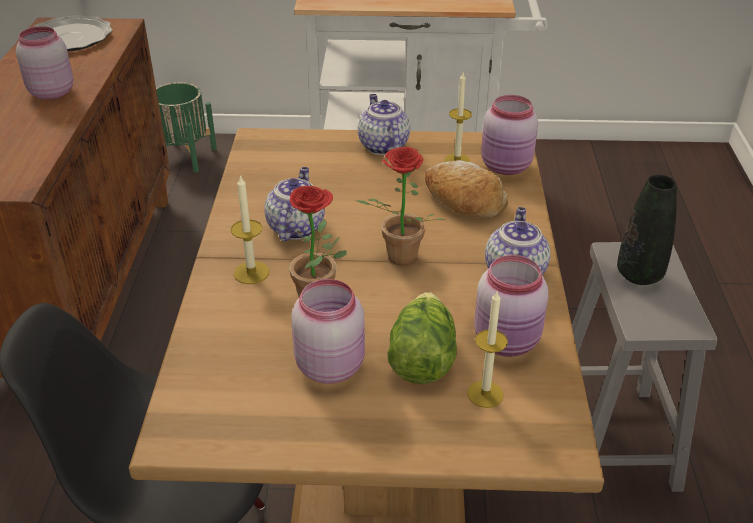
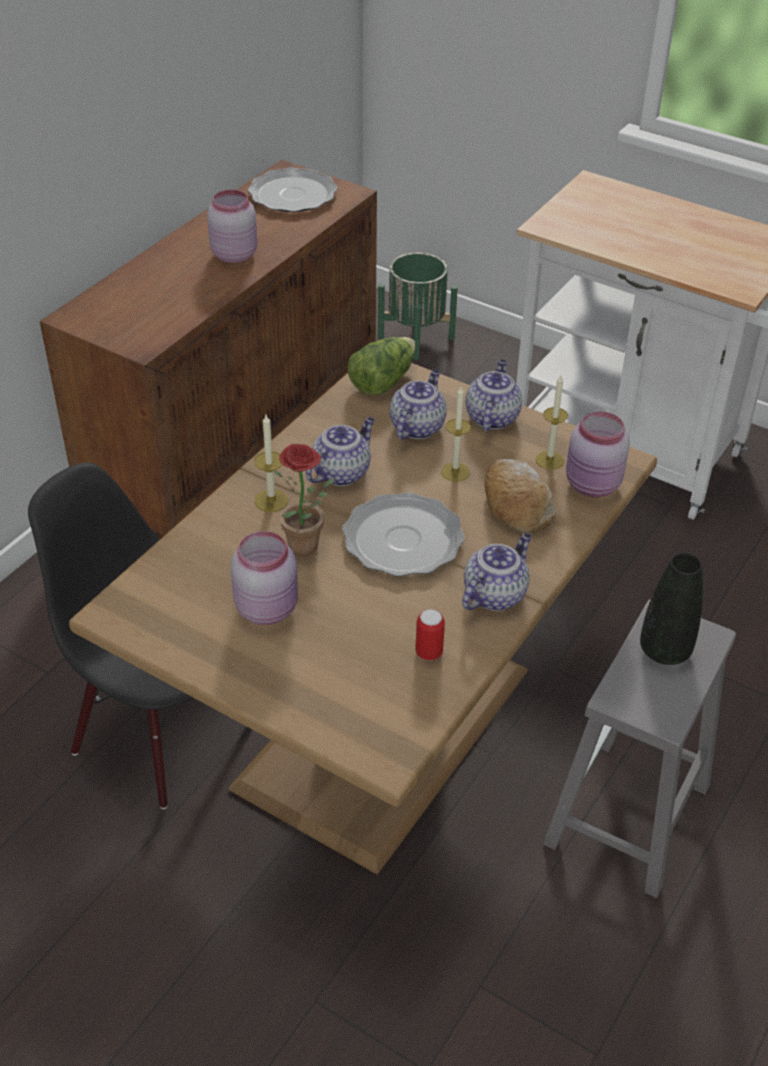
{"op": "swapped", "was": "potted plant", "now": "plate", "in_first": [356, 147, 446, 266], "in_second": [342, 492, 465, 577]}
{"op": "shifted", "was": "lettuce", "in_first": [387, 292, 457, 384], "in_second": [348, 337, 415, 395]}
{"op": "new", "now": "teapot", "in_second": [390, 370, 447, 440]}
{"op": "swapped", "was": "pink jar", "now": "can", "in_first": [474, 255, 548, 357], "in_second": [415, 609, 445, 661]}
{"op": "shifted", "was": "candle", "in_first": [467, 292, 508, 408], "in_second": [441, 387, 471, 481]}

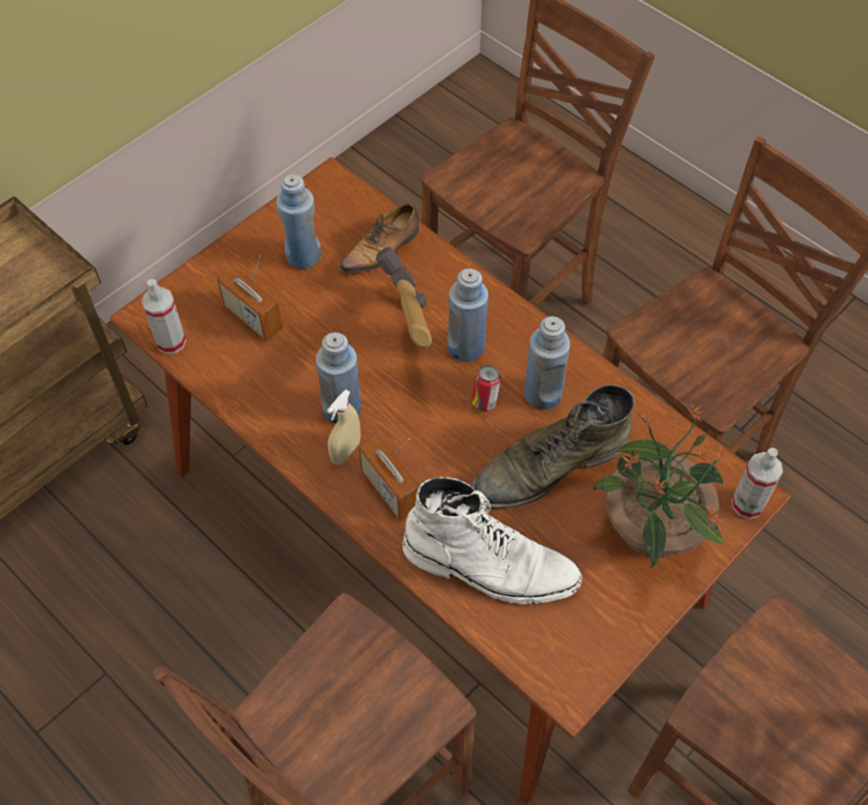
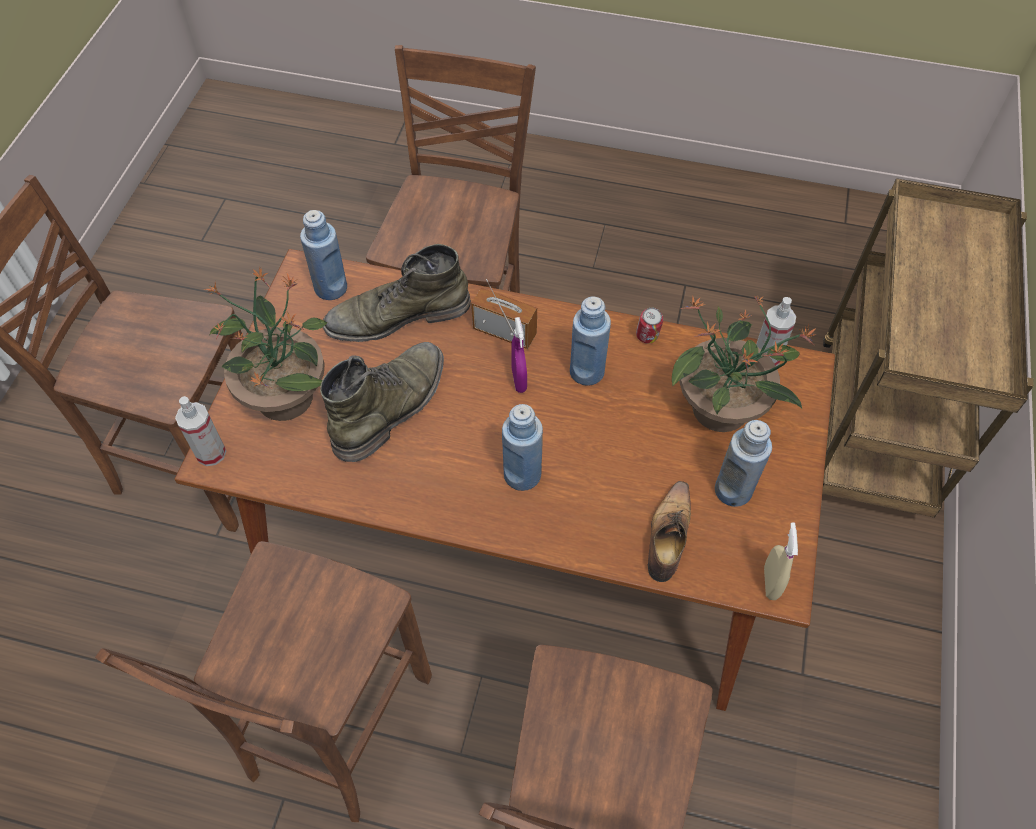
{"op": "shifted", "was": "blue bottle", "in_first": [524, 316, 570, 410], "in_second": [300, 210, 347, 300]}
{"op": "repainted", "was": "white boot", "now": "green boot", "in_first": [402, 477, 582, 604], "in_second": [323, 244, 471, 342]}
{"op": "new", "now": "purple spray bottle", "in_second": [511, 317, 527, 393]}
{"op": "shifted", "was": "can", "in_first": [471, 365, 501, 411], "in_second": [636, 308, 663, 344]}
{"op": "swapped", "was": "radio", "now": "potted plant", "in_first": [217, 255, 283, 341], "in_second": [672, 295, 817, 432]}
{"op": "shifted", "was": "beige spray bottle", "in_first": [327, 390, 361, 465], "in_second": [764, 522, 798, 600]}
{"op": "gone", "was": "hammer", "in_first": [376, 247, 432, 348]}

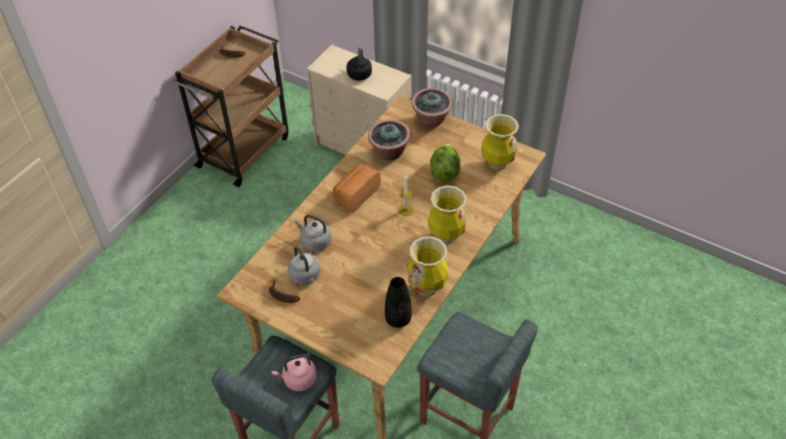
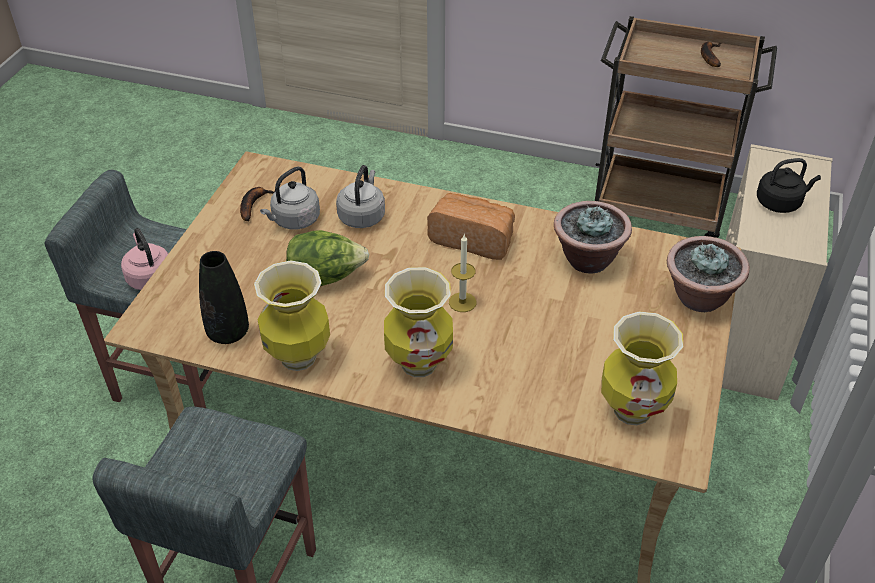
{"op": "shifted", "was": "lettuce", "in_first": [430, 143, 461, 182], "in_second": [286, 230, 369, 286]}

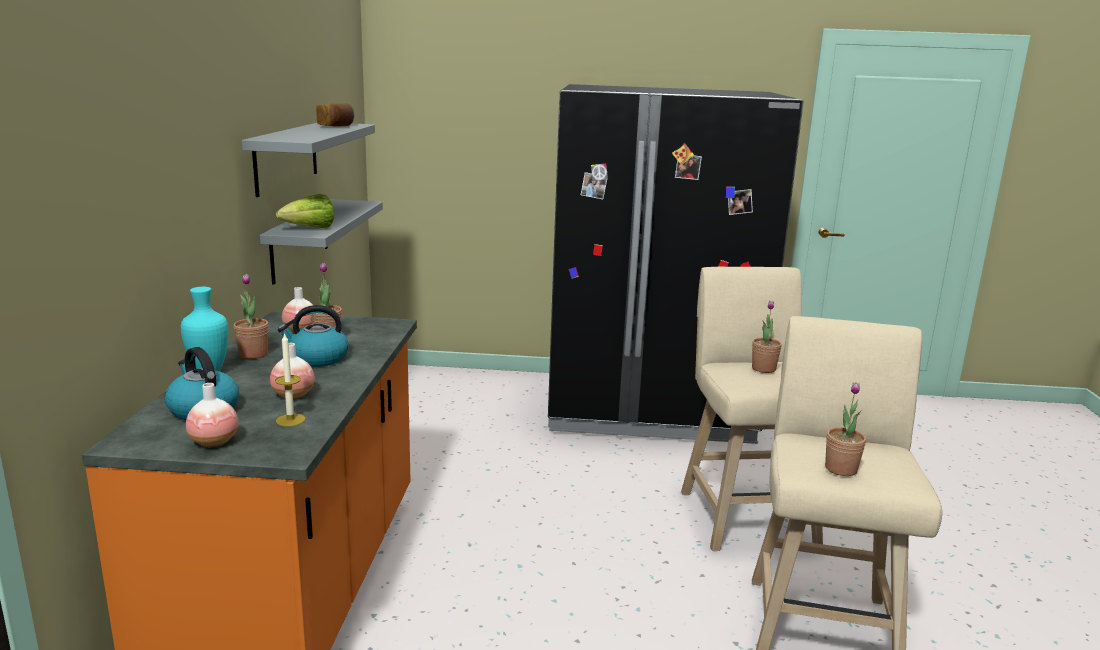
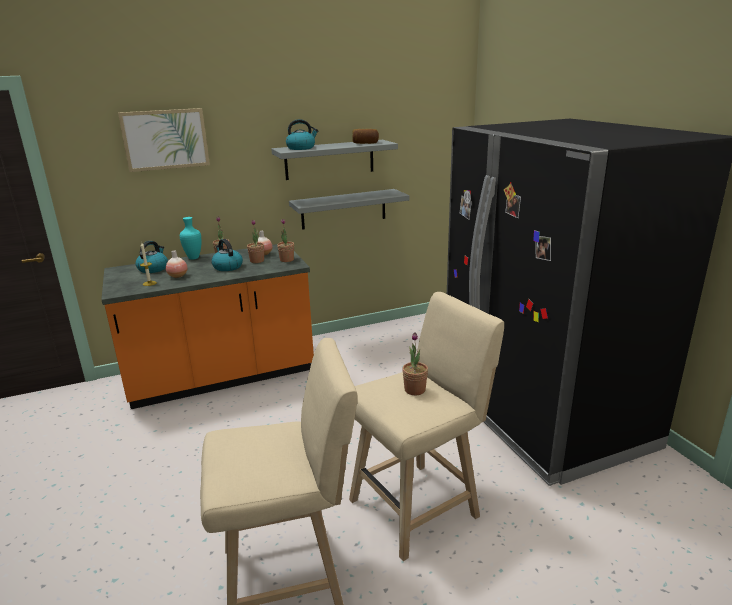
{"op": "new", "now": "picture", "in_second": [118, 108, 210, 172]}
{"op": "shifted", "was": "potted plant", "in_first": [825, 382, 866, 476], "in_second": [277, 219, 294, 262]}
{"op": "new", "now": "kettle", "in_second": [286, 119, 318, 150]}
{"op": "gone", "was": "vase", "in_first": [186, 383, 238, 447]}
{"op": "gone", "was": "lettuce", "in_first": [276, 194, 334, 228]}

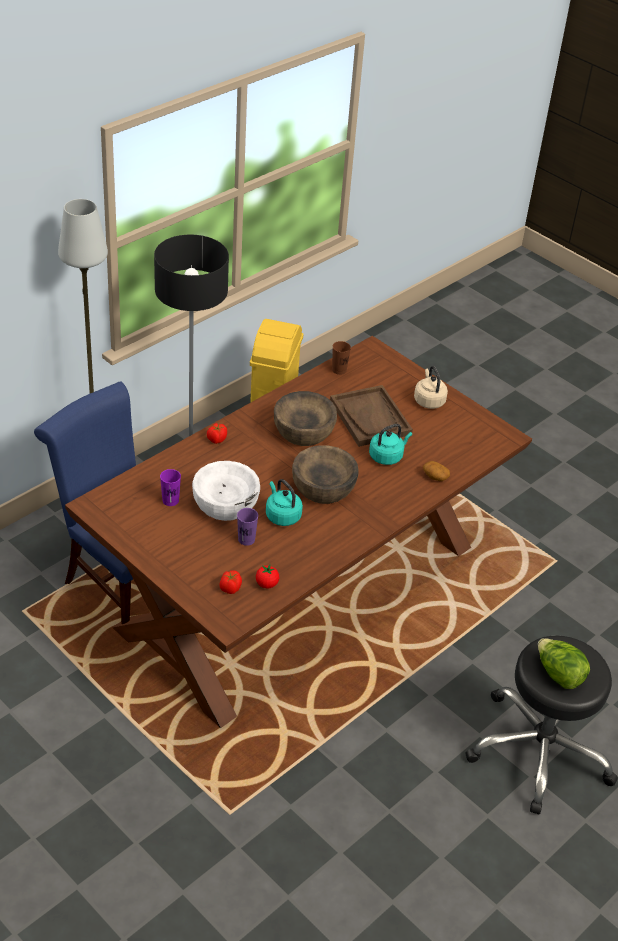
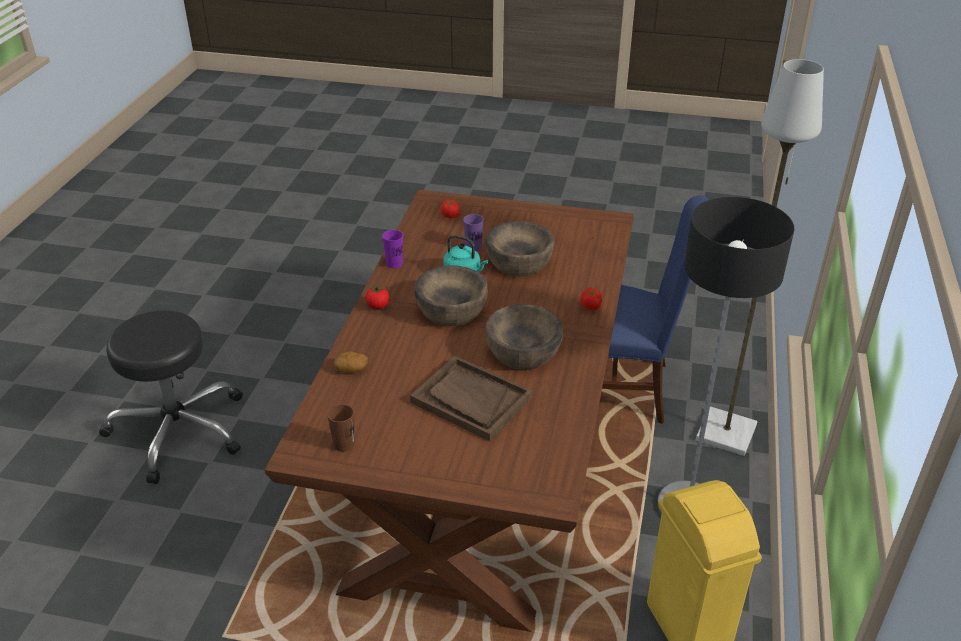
{"op": "shifted", "was": "brown cup", "in_first": [332, 341, 351, 375], "in_second": [327, 404, 355, 452]}
{"op": "shifted", "was": "tomato", "in_first": [256, 565, 279, 588], "in_second": [366, 285, 390, 309]}
{"op": "shifted", "was": "purple cup", "in_first": [160, 469, 181, 506], "in_second": [382, 230, 403, 268]}
{"op": "repainted", "was": "white bowl", "now": "brown bowl", "in_first": [192, 461, 260, 521], "in_second": [486, 221, 554, 277]}
{"op": "gone", "was": "turquoise kettle", "in_first": [369, 424, 412, 465]}
{"op": "gone", "was": "beige kettle", "in_first": [414, 366, 448, 409]}
{"op": "gone", "was": "lettuce", "in_first": [538, 638, 590, 689]}

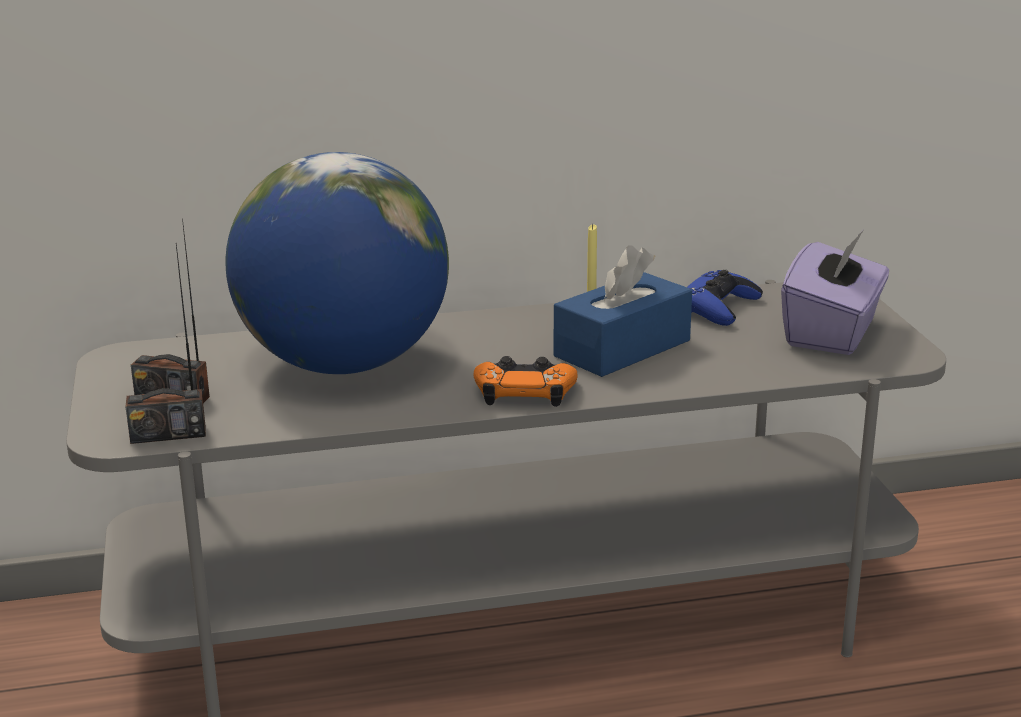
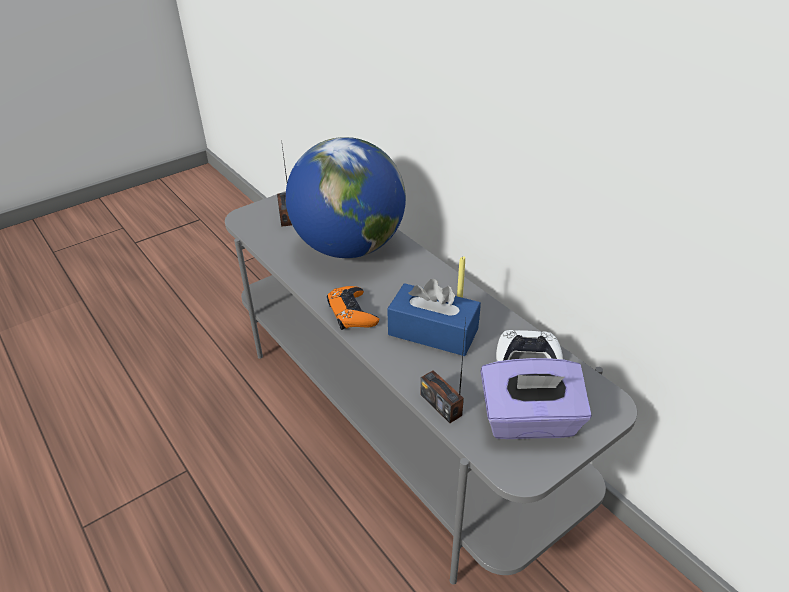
{"op": "shifted", "was": "radio", "in_first": [125, 244, 206, 444], "in_second": [420, 318, 466, 423]}
{"op": "repainted", "was": "blue game controller", "now": "white game controller", "in_first": [687, 270, 763, 326], "in_second": [496, 330, 563, 361]}

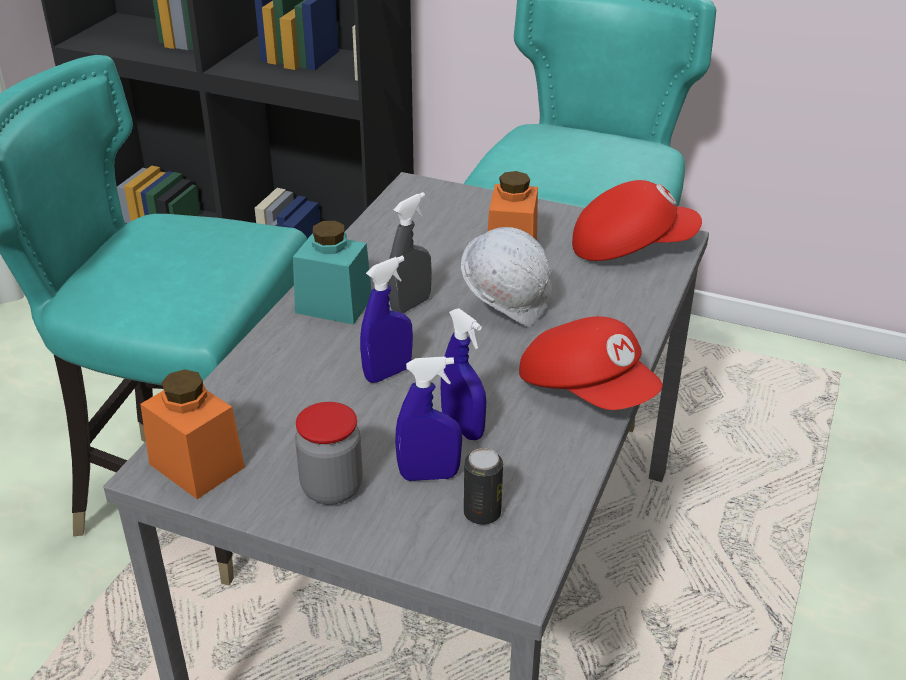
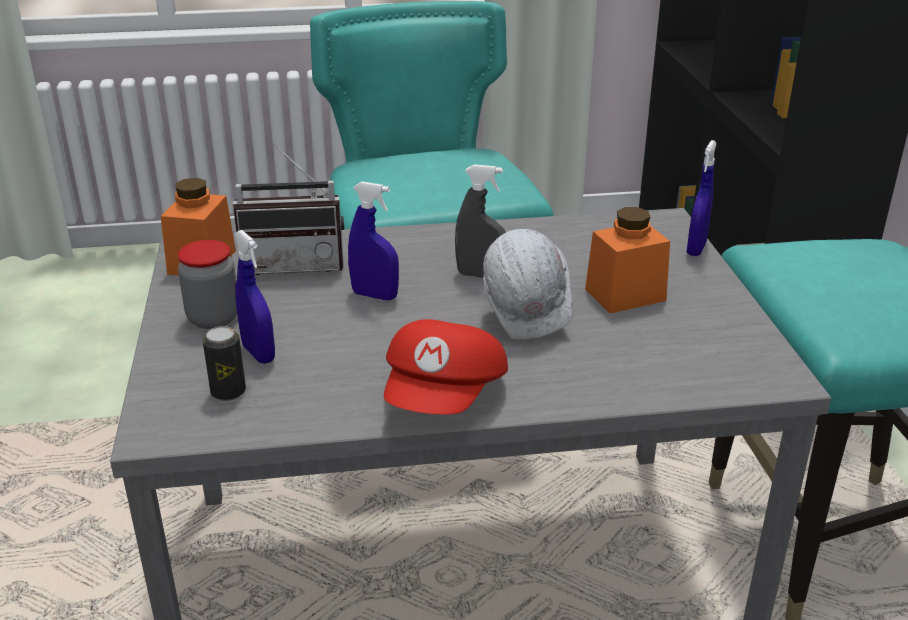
{"op": "new", "now": "radio", "in_second": [233, 144, 344, 275]}
{"op": "shifted", "was": "blue spray bottle", "in_first": [441, 308, 486, 440], "in_second": [687, 140, 717, 256]}
{"op": "gone", "was": "turquoise jar", "in_first": [293, 221, 372, 325]}
{"op": "gone", "was": "red cap", "in_first": [572, 180, 702, 261]}

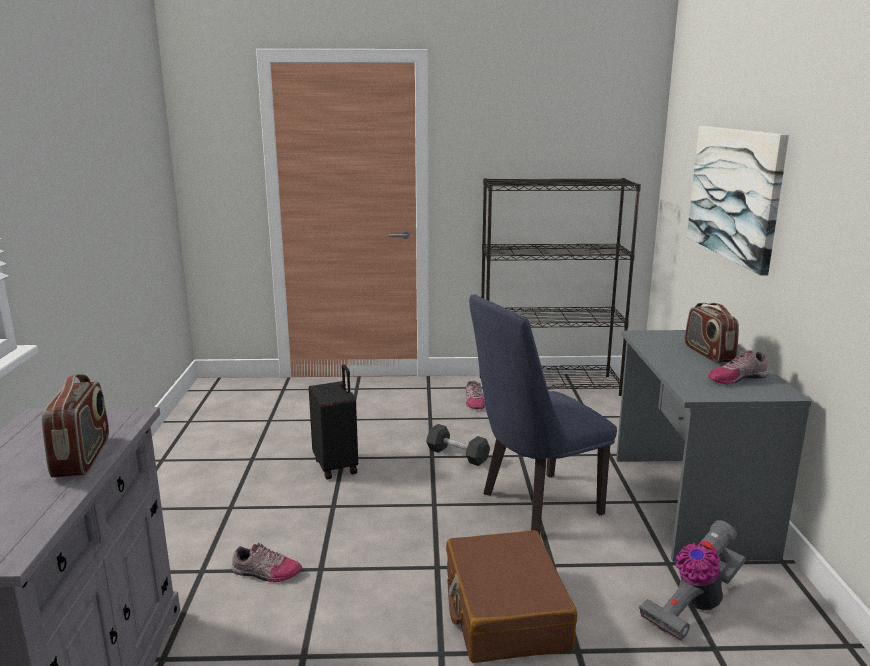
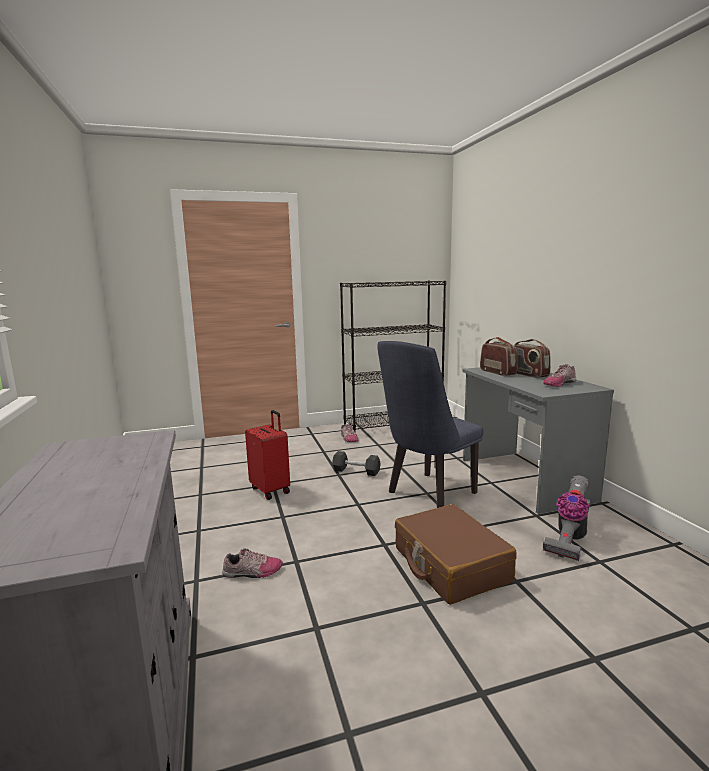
{"op": "repainted", "was": "black suitcase", "now": "red suitcase", "in_first": [309, 364, 358, 479], "in_second": [245, 410, 290, 500]}
{"op": "shifted", "was": "radio", "in_first": [42, 374, 109, 477], "in_second": [480, 337, 517, 376]}
{"op": "gone", "was": "picture", "in_first": [687, 126, 789, 276]}

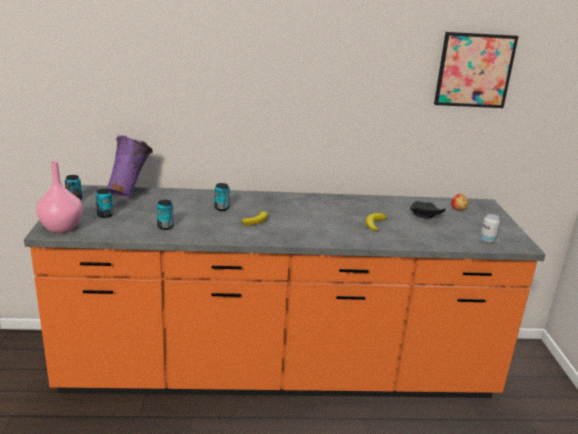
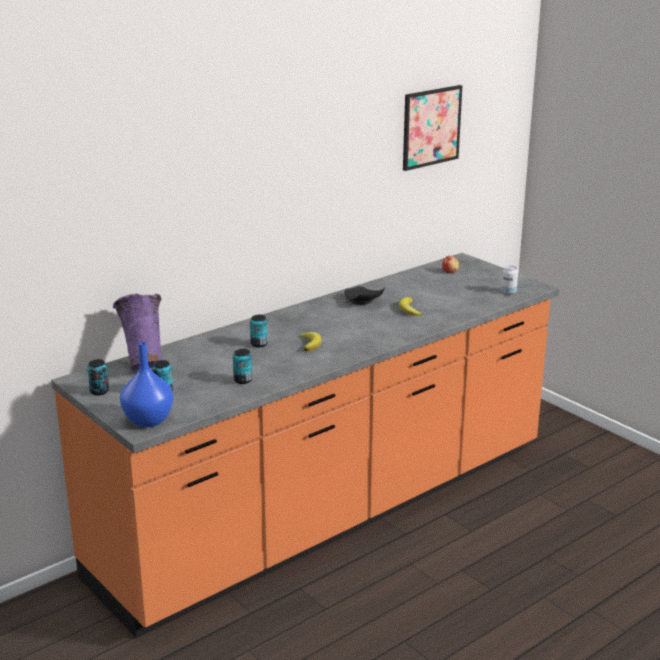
{"op": "repainted", "was": "pink vase", "now": "blue vase", "in_first": [36, 161, 83, 233], "in_second": [120, 342, 173, 427]}
{"op": "shifted", "was": "black plate", "in_first": [410, 201, 446, 218], "in_second": [345, 286, 385, 305]}

